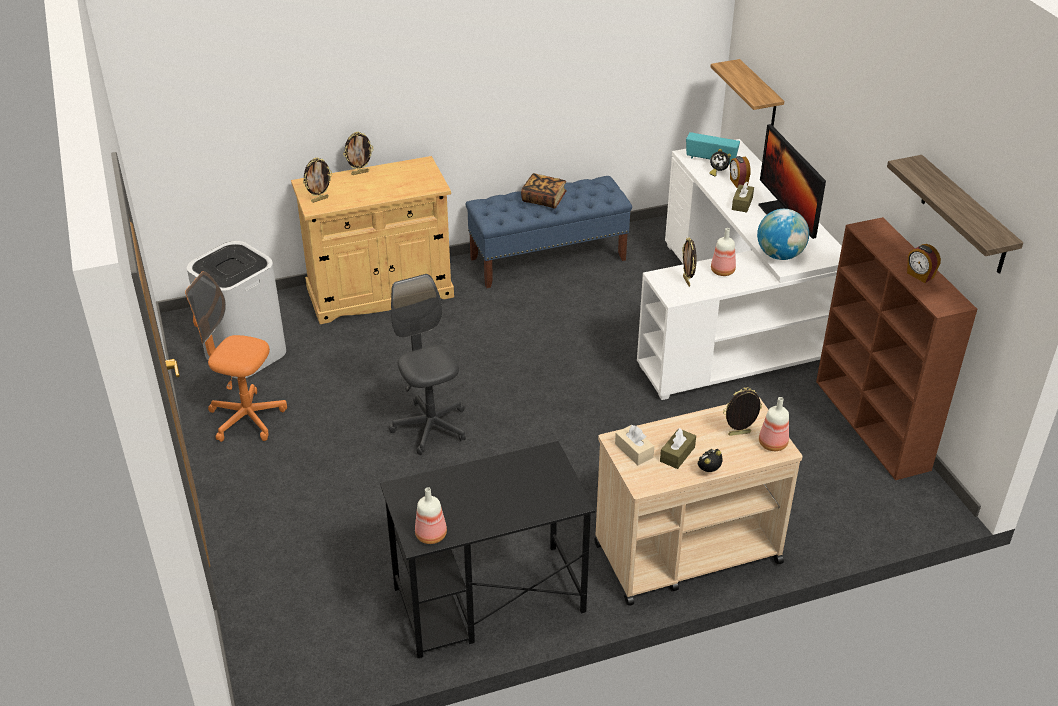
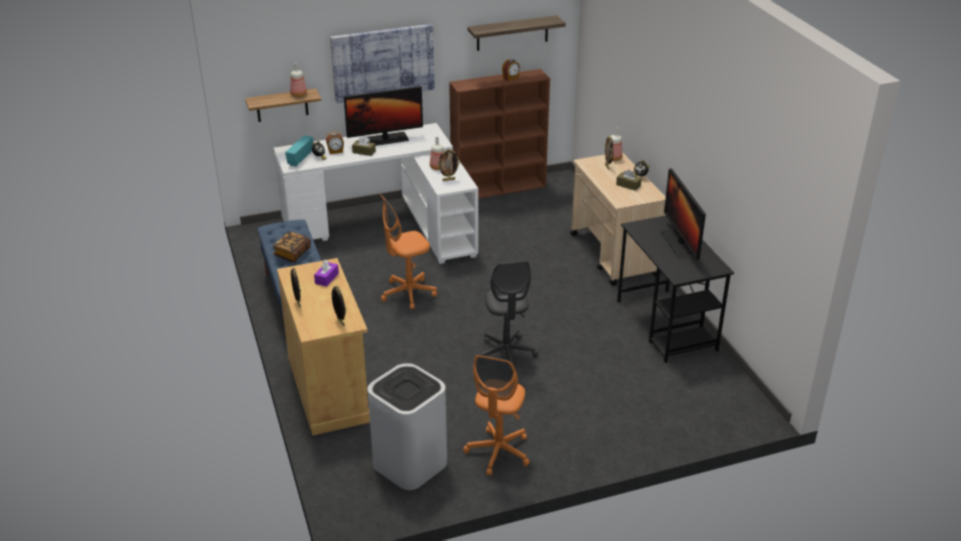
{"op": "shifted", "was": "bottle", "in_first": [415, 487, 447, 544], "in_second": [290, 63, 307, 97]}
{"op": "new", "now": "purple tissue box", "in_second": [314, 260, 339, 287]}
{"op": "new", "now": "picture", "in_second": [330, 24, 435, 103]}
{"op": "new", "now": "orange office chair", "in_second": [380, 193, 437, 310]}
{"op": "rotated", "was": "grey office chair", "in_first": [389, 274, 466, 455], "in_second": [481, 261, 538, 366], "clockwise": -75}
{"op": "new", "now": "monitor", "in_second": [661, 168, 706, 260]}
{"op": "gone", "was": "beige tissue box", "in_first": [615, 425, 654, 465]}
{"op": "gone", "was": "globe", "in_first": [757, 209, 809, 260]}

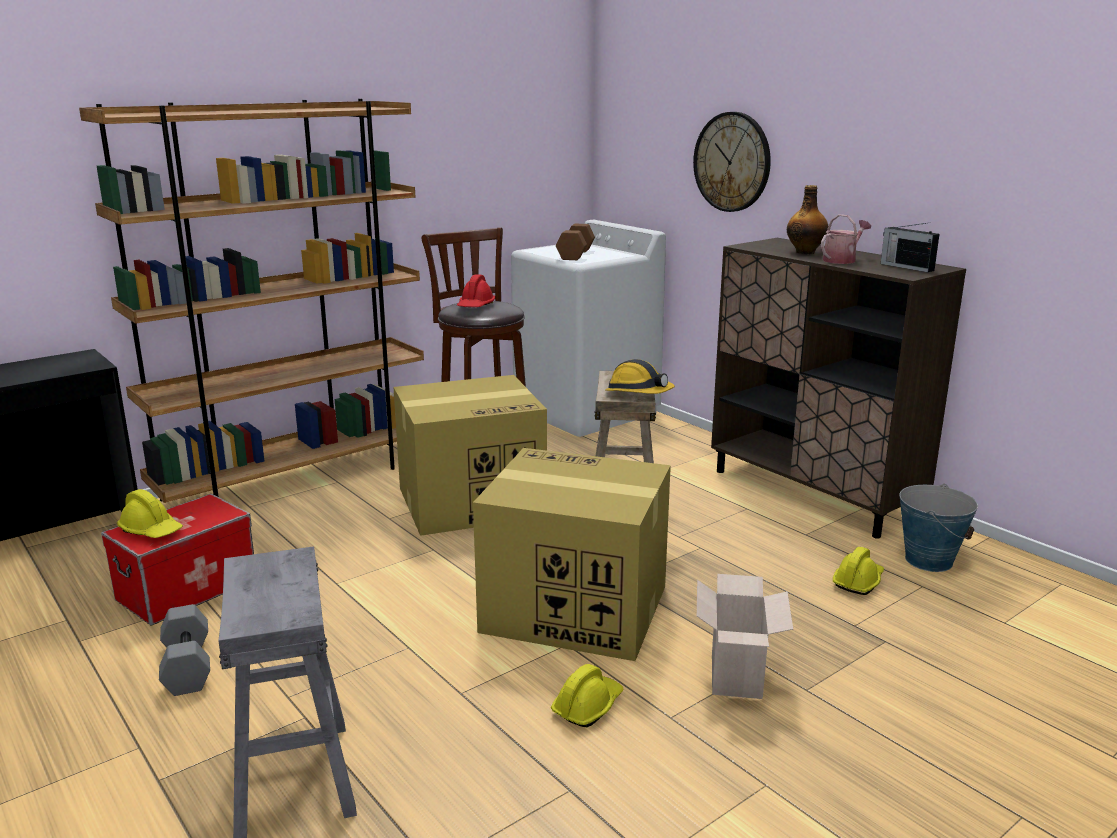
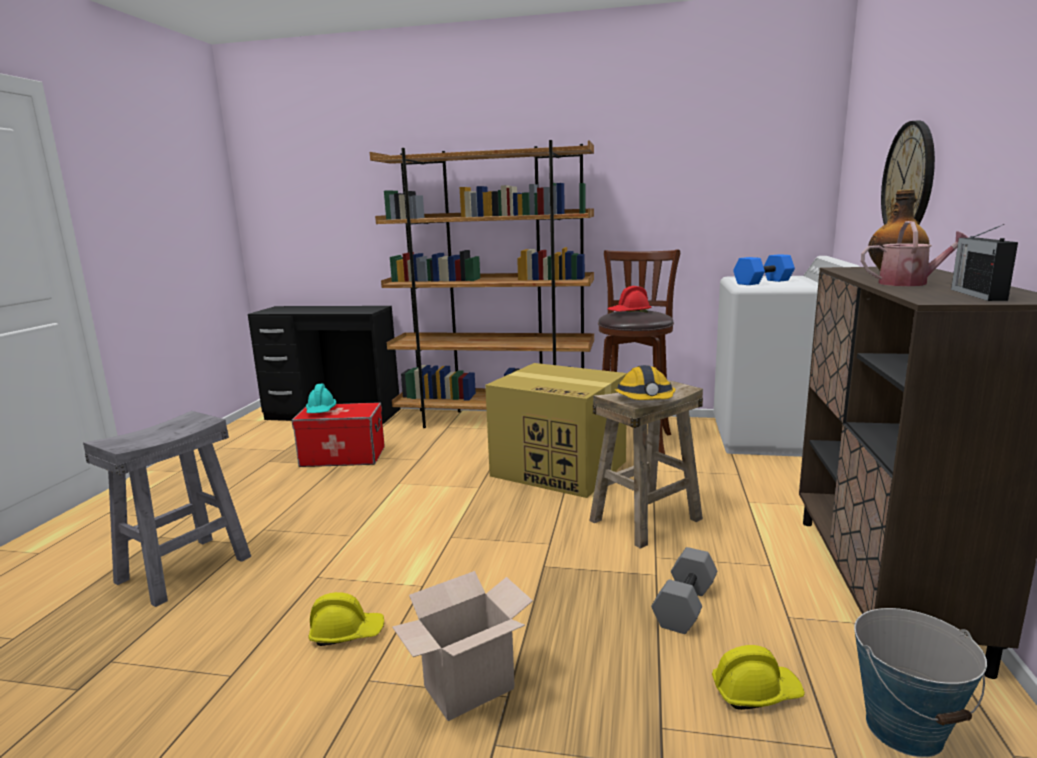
{"op": "repainted", "was": "yellow hard hat", "now": "turquoise hard hat", "in_first": [117, 489, 183, 538], "in_second": [306, 384, 336, 413]}
{"op": "shifted", "was": "grey dumbbell", "in_first": [159, 604, 210, 696], "in_second": [651, 547, 717, 634]}
{"op": "repainted", "was": "brown dumbbell", "now": "blue dumbbell", "in_first": [556, 224, 595, 260], "in_second": [733, 254, 795, 285]}
{"op": "gone", "was": "cardboard box", "in_first": [473, 448, 671, 661]}

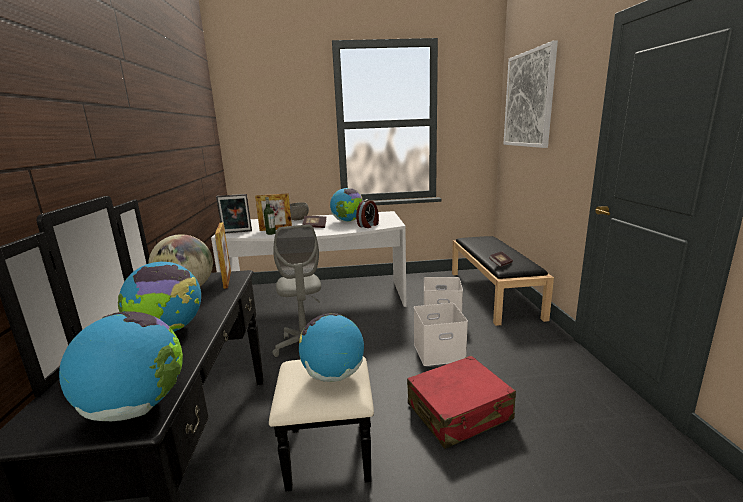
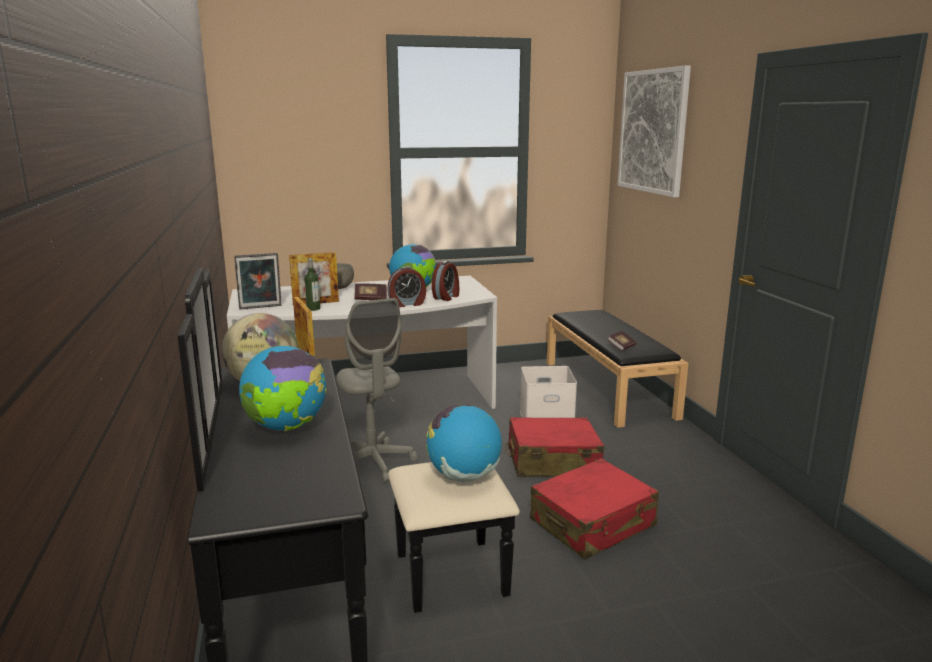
{"op": "new", "now": "alarm clock", "in_second": [387, 267, 426, 307]}
{"op": "swapped", "was": "white storage box", "now": "red suitcase", "in_first": [414, 303, 468, 366], "in_second": [505, 417, 604, 477]}
{"op": "gone", "was": "globe", "in_first": [59, 311, 183, 421]}

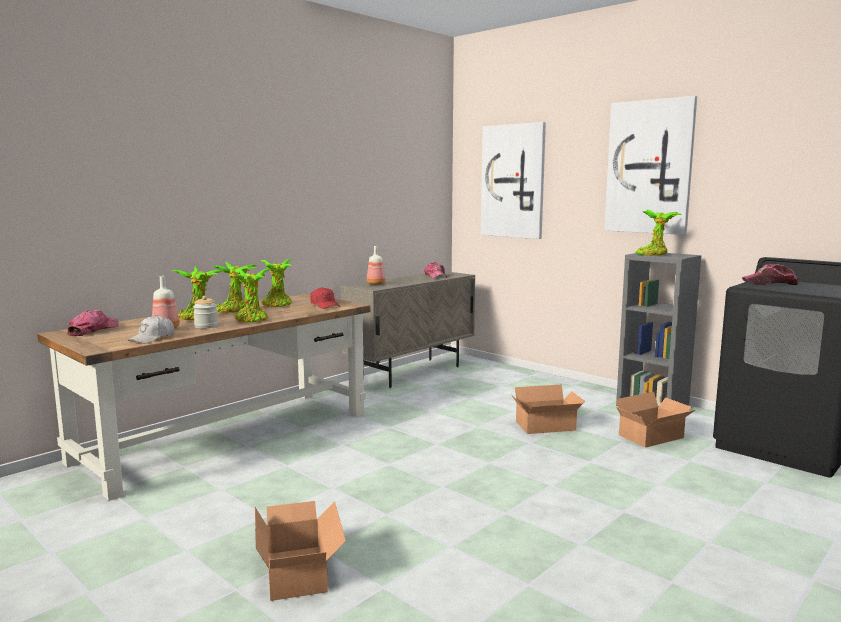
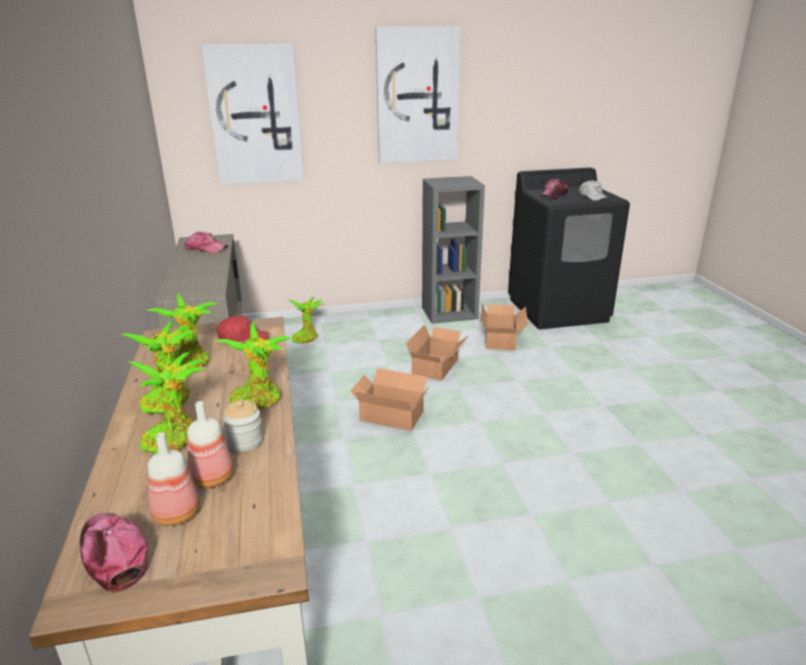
{"op": "shifted", "was": "bottle", "in_first": [367, 246, 385, 285], "in_second": [148, 433, 200, 526]}
{"op": "shifted", "was": "potted plant", "in_first": [635, 209, 682, 256], "in_second": [289, 297, 324, 343]}
{"op": "shifted", "was": "cardboard box", "in_first": [255, 501, 346, 601], "in_second": [350, 368, 430, 431]}
{"op": "shifted", "was": "white cap", "in_first": [128, 315, 174, 343], "in_second": [579, 180, 609, 201]}

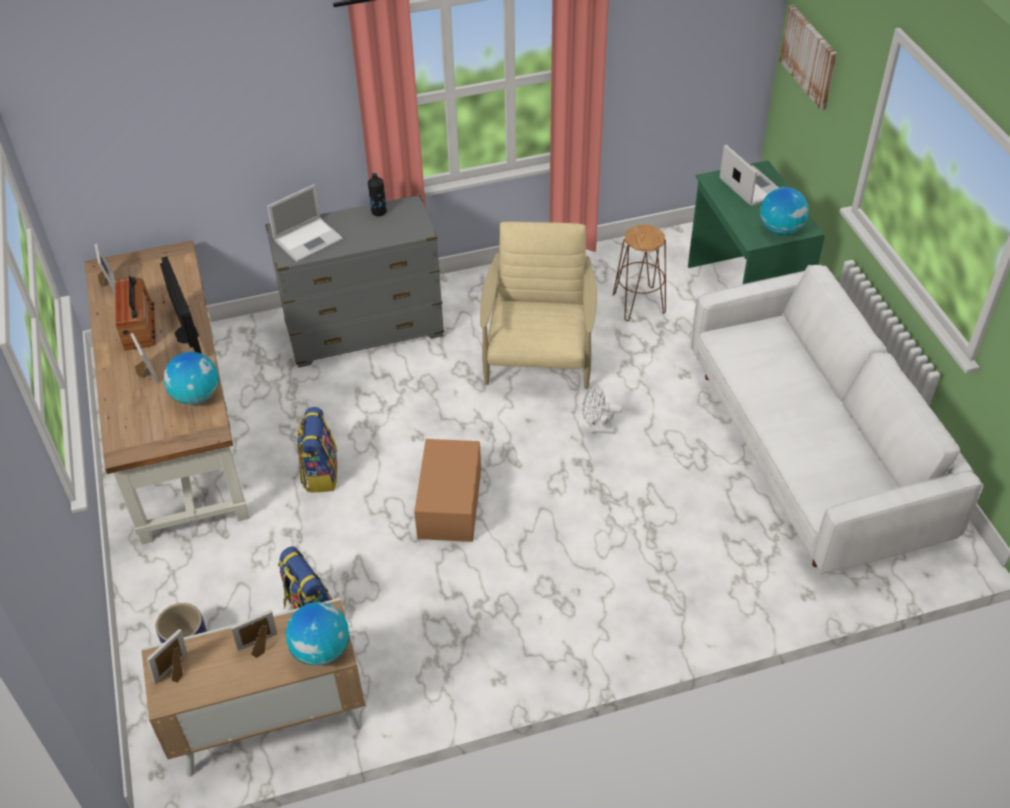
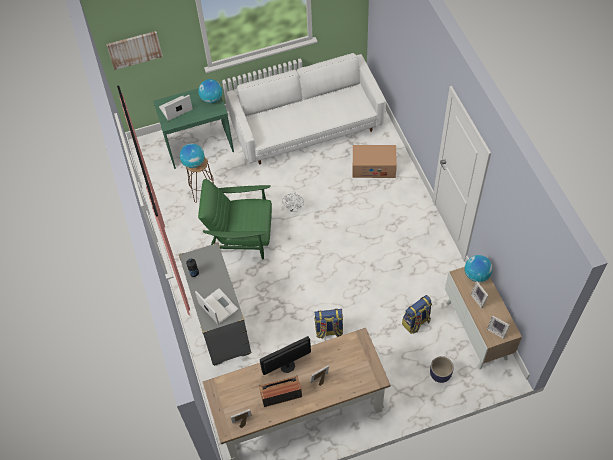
{"op": "shifted", "was": "globe", "in_first": [164, 352, 219, 405], "in_second": [180, 144, 205, 168]}
{"op": "repainted", "was": "beige armchair", "now": "green armchair", "in_first": [480, 222, 597, 389], "in_second": [198, 179, 272, 259]}
{"op": "shifted", "was": "cardboard box", "in_first": [414, 439, 481, 542], "in_second": [353, 145, 397, 178]}

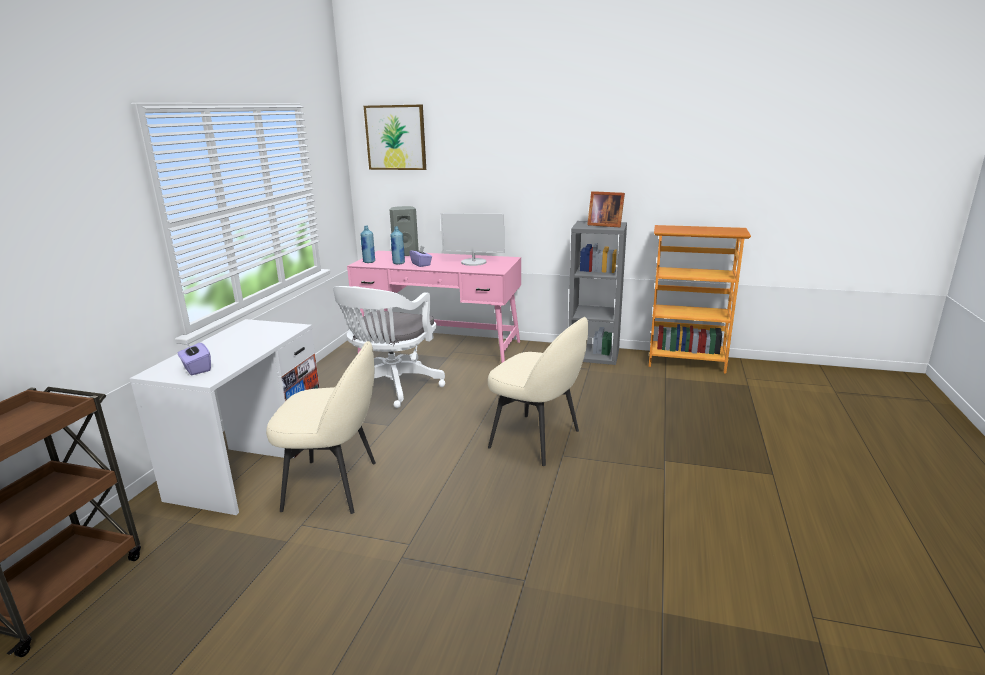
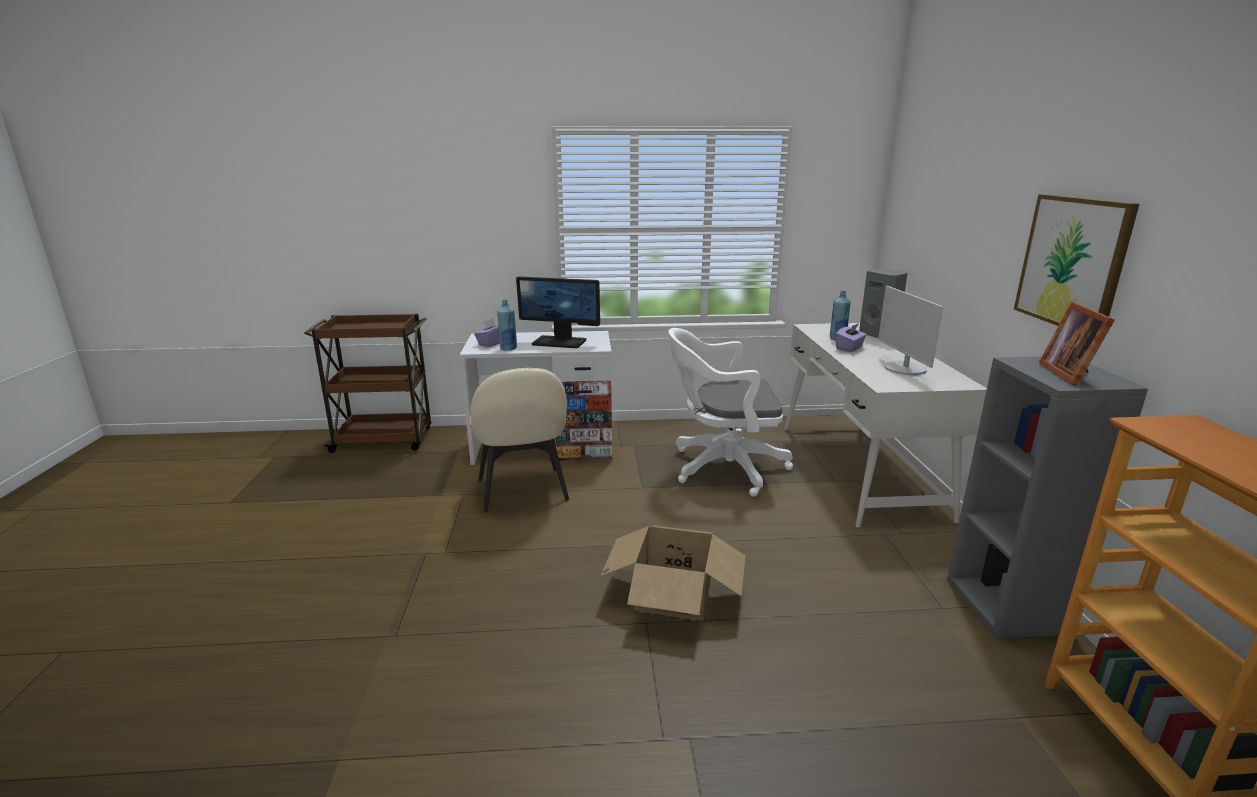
{"op": "shifted", "was": "blue bottle", "in_first": [361, 225, 375, 263], "in_second": [497, 300, 517, 351]}
{"op": "new", "now": "monitor", "in_second": [516, 277, 600, 348]}
{"op": "swapped", "was": "beige chair", "now": "cardboard box", "in_first": [488, 317, 588, 466], "in_second": [600, 526, 745, 621]}
{"op": "repainted", "was": "pink desk", "now": "white desk", "in_first": [347, 251, 521, 363], "in_second": [785, 323, 987, 527]}
{"op": "shifted", "was": "picture", "in_first": [364, 104, 426, 170], "in_second": [1014, 194, 1139, 326]}

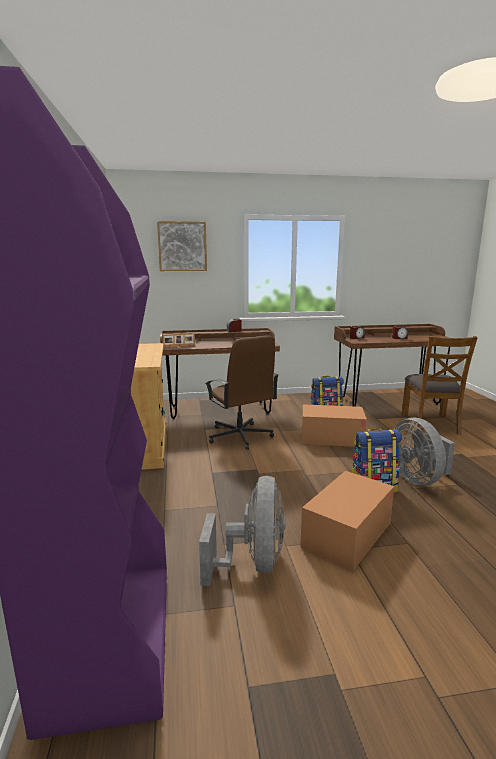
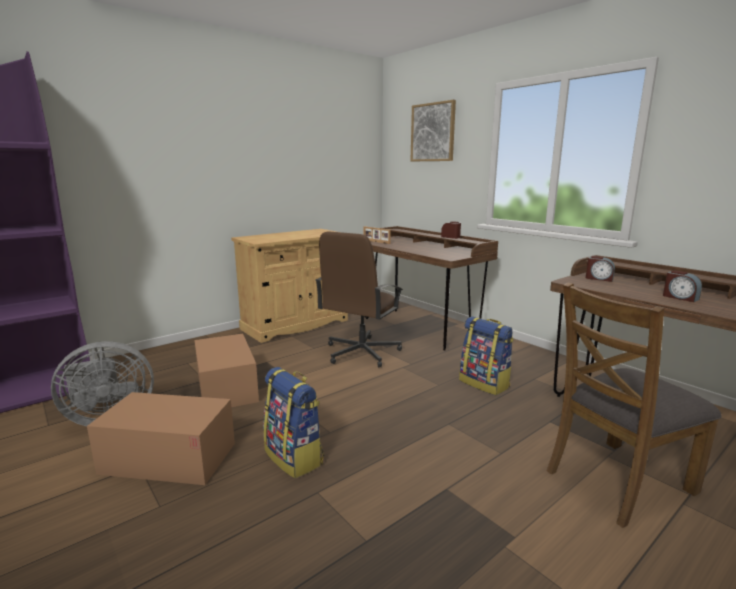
{"op": "shifted", "was": "cardboard box", "in_first": [302, 404, 367, 447], "in_second": [194, 334, 259, 407]}
{"op": "gone", "was": "grey fan", "in_first": [395, 418, 455, 486]}

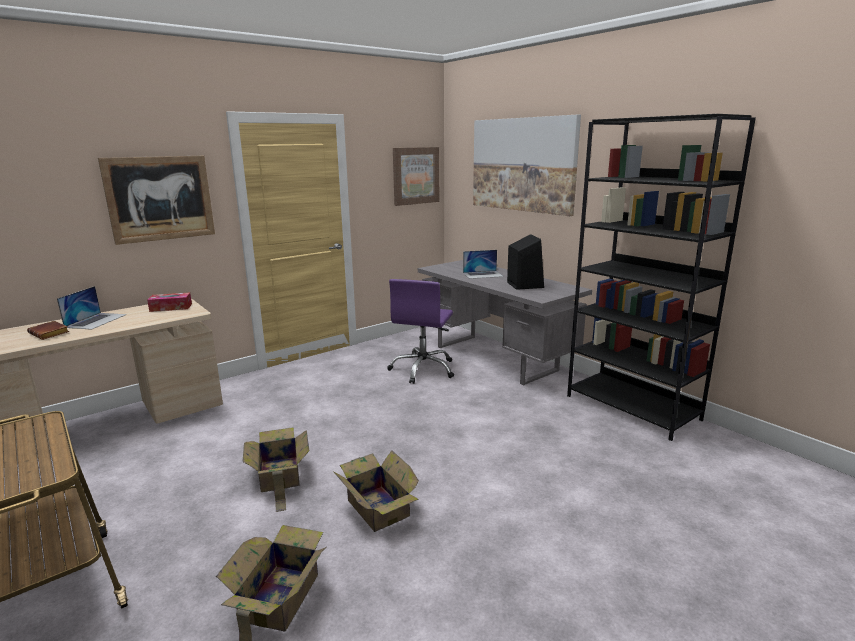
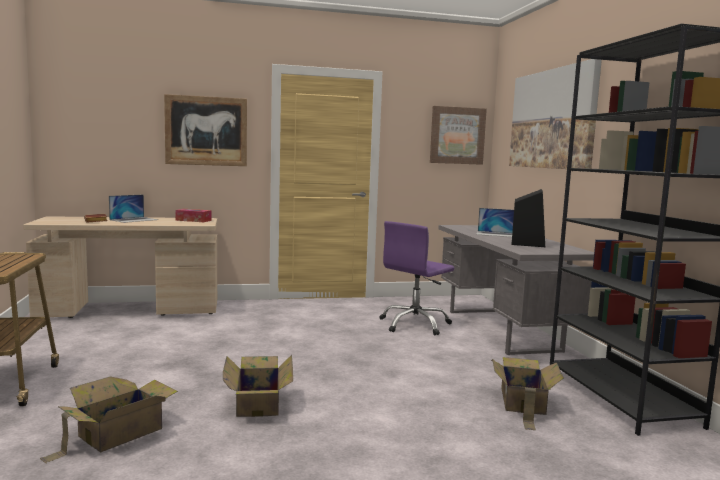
{"op": "shifted", "was": "cardboard box", "in_first": [242, 427, 309, 512], "in_second": [491, 357, 564, 430]}

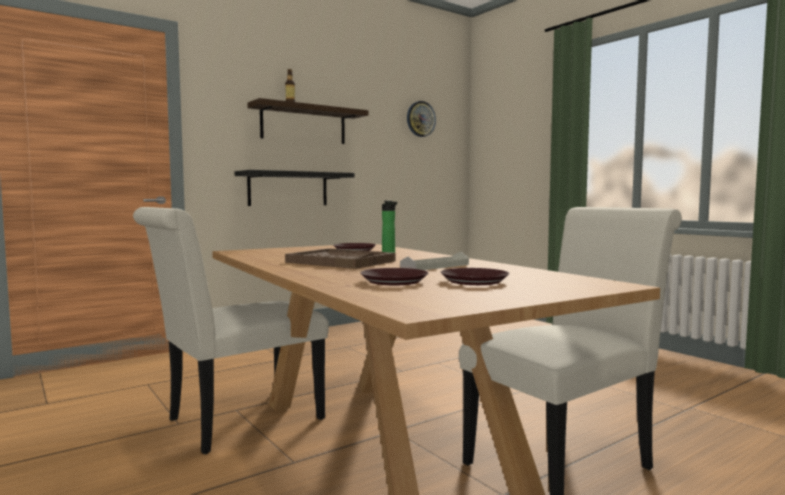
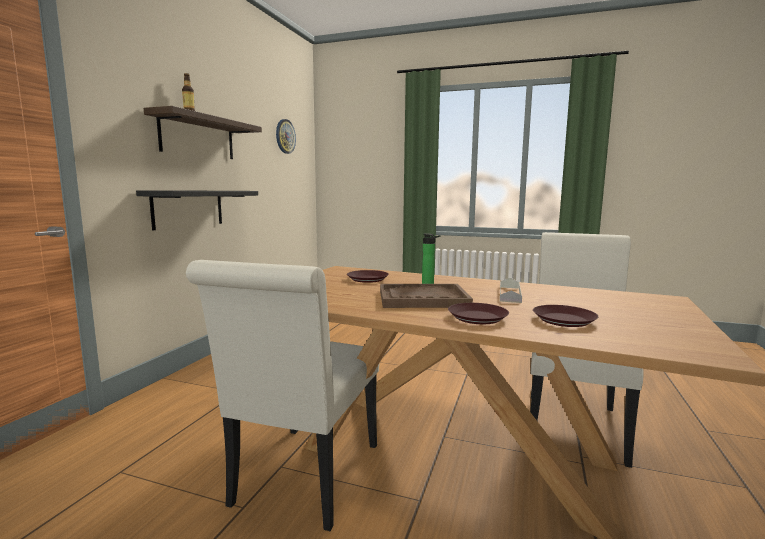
{"op": "shifted", "was": "brown plate", "in_first": [441, 268, 510, 285], "in_second": [448, 303, 509, 324]}

